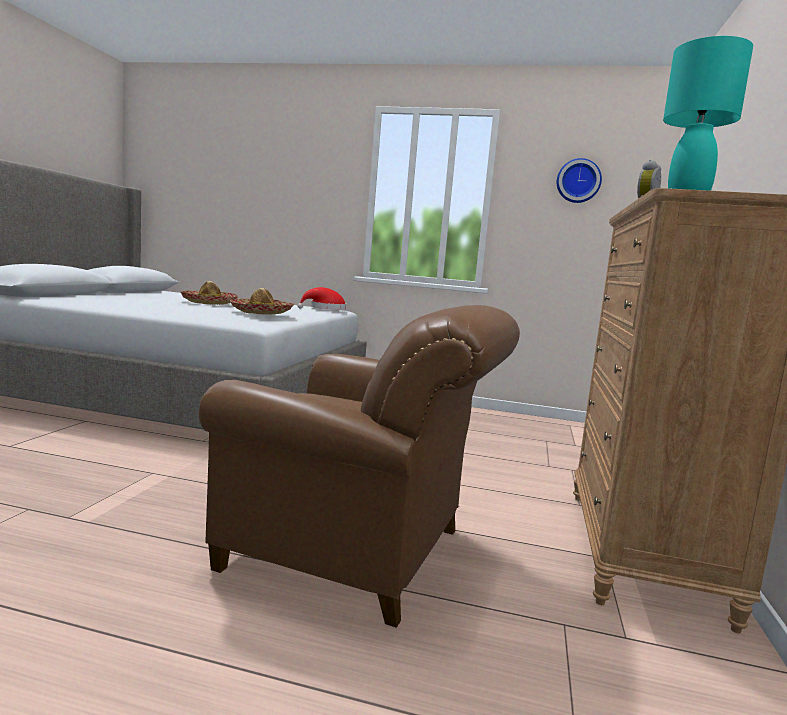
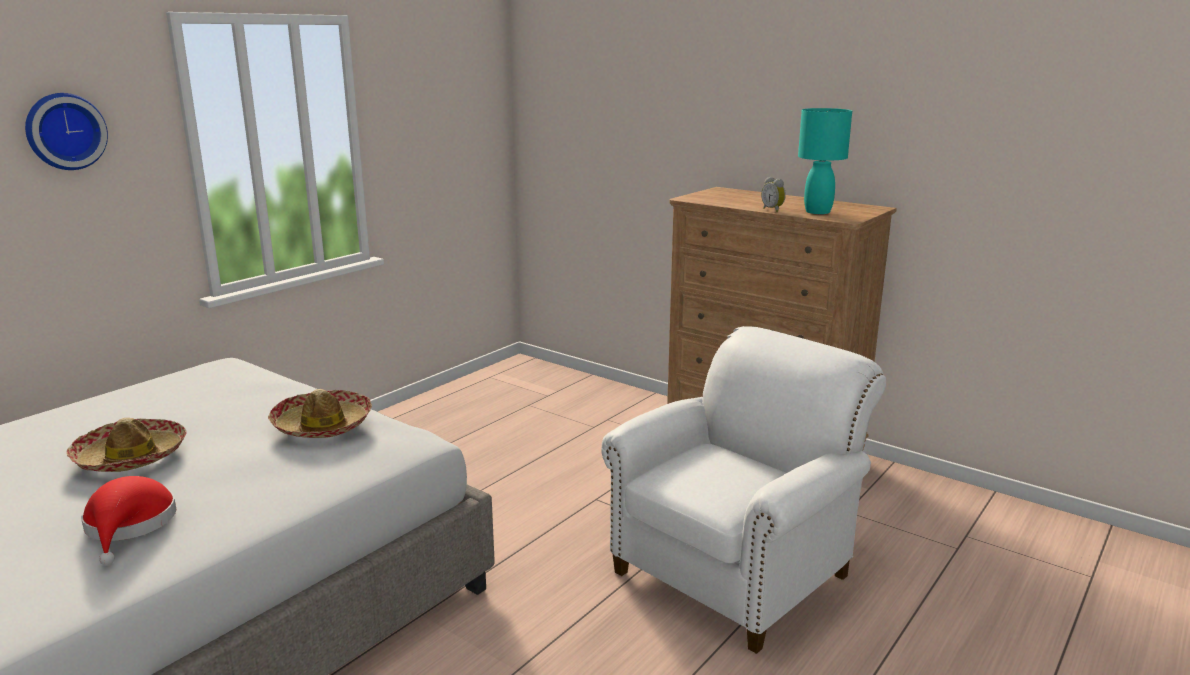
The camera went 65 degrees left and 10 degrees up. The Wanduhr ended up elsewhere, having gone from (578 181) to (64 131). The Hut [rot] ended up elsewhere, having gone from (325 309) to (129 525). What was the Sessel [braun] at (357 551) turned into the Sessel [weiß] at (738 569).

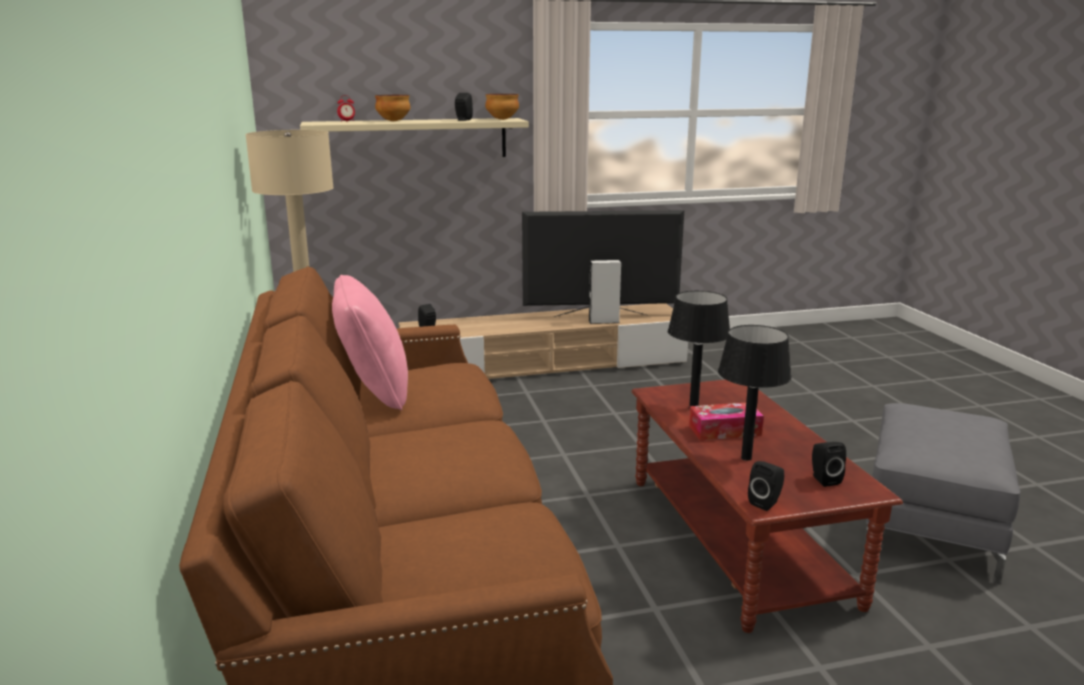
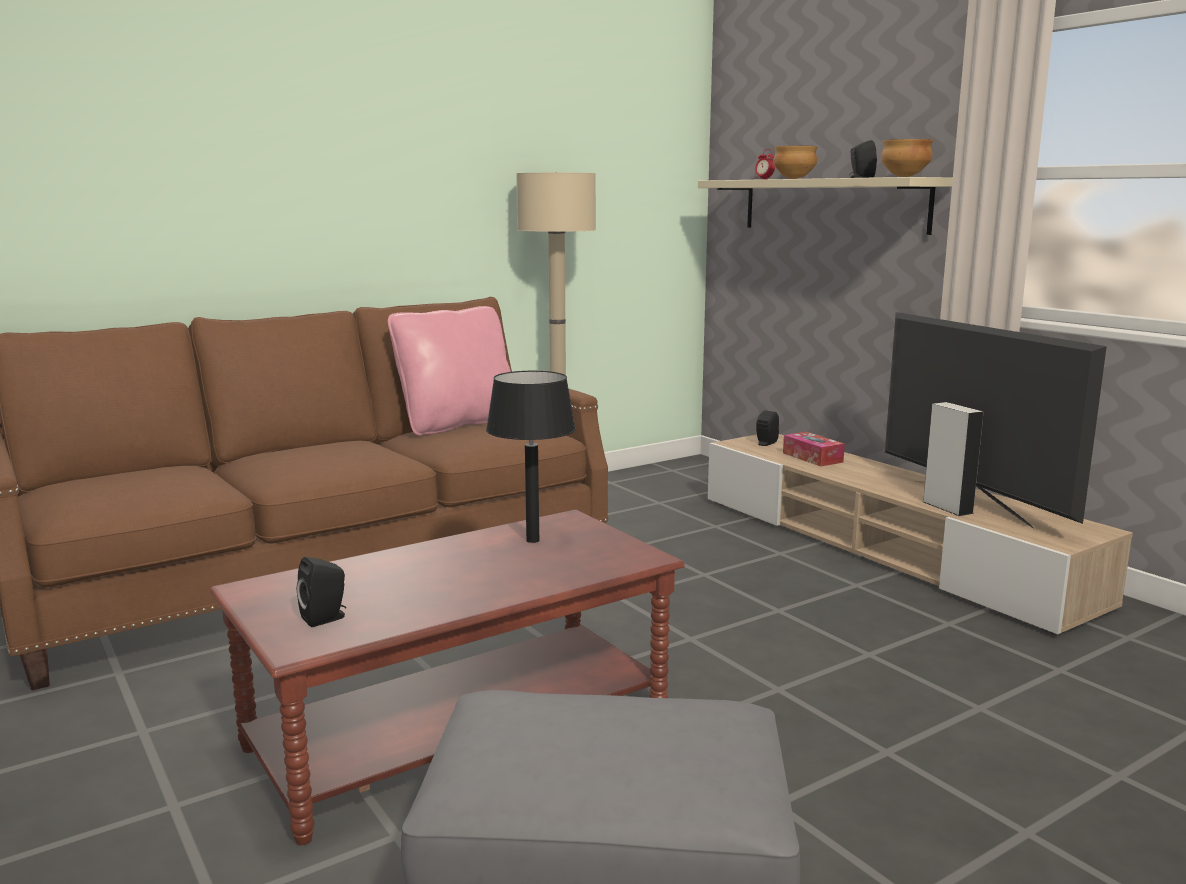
The camera went 70 degrees right and 5 degrees down. The second view lost the Tischlampe [schwarz] at (747 458). The Taschentuchbox ended up elsewhere, having gone from (724 431) to (812 457). The second view lost the Lautsprecher [schwarz] at (766 502).

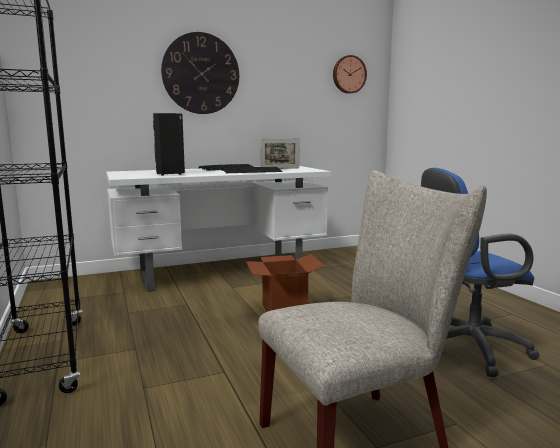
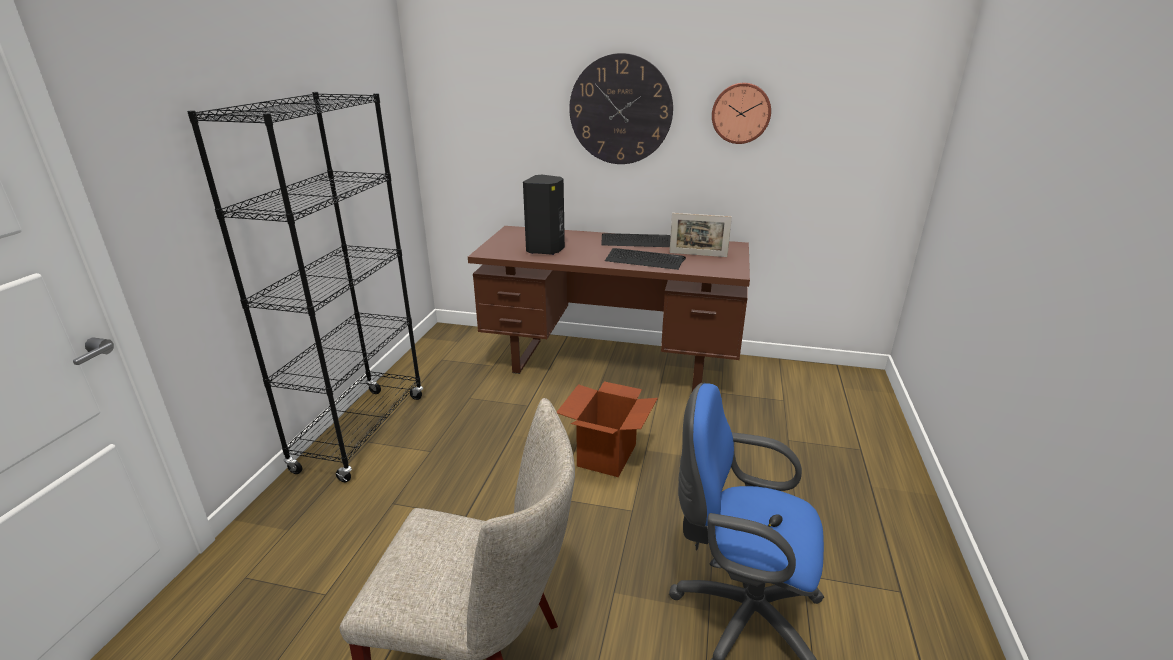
The camera went 35 degrees right and 15 degrees up. The Wanduhr ended up elsewhere, having gone from (348 74) to (741 113). What was the Schreibtisch [weiß] at (222 272) turned into the Schreibtisch [braun] at (611 365).

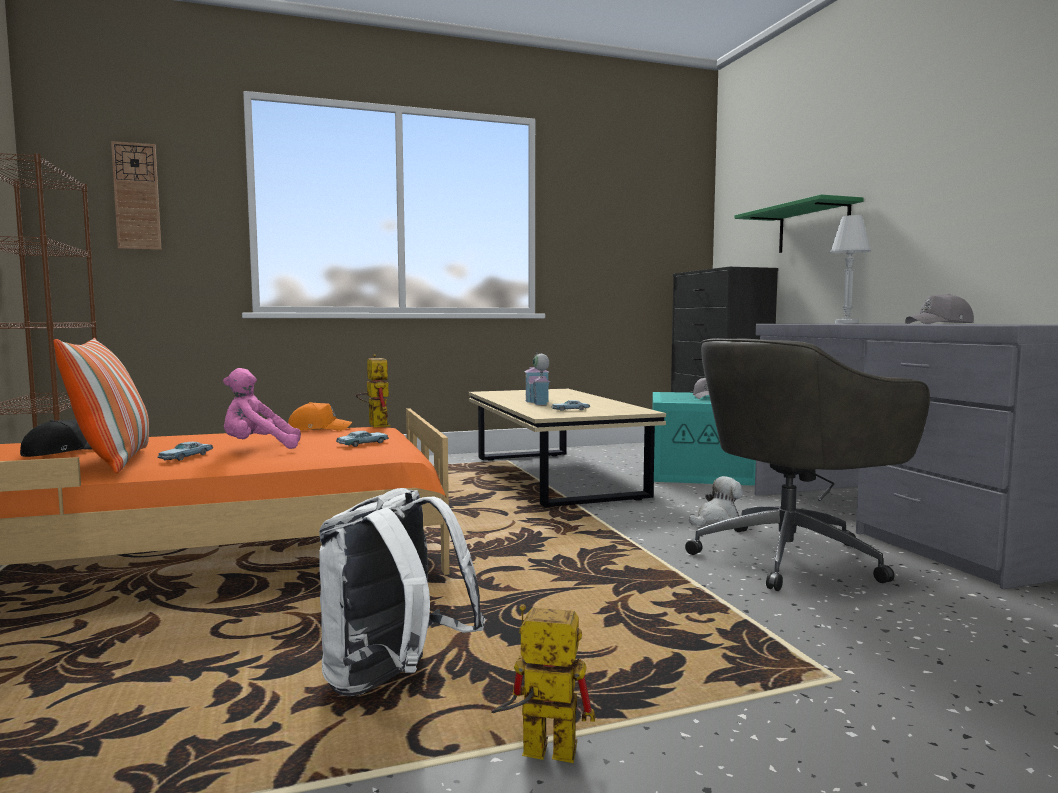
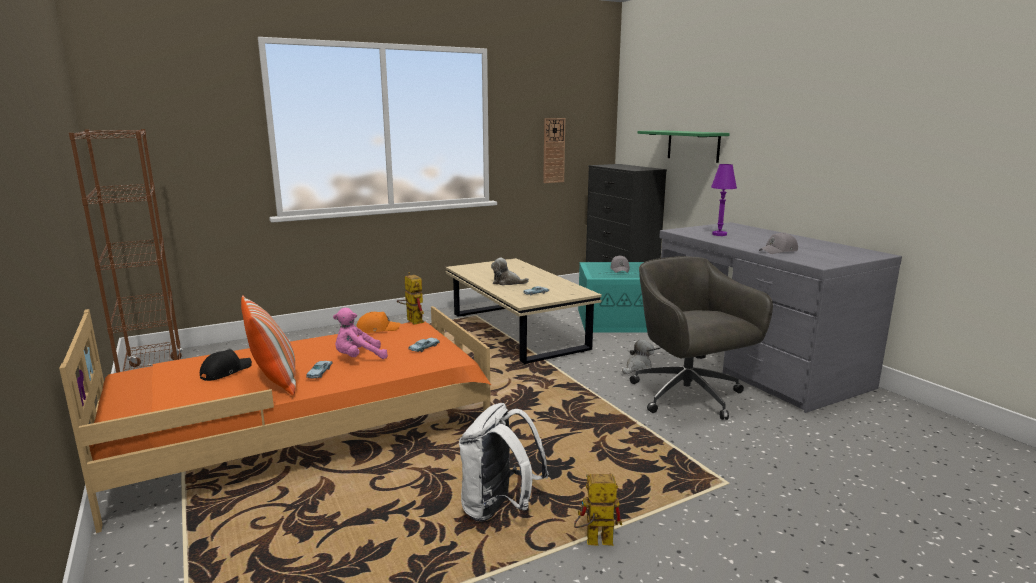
The camera went 10 degrees left and 10 degrees up. The Wanduhr ended up elsewhere, having gone from (137 196) to (553 150). What was the Tischlampe [weiß] at (846 323) turned into the Tischlampe [lila] at (719 234). The Bürostuhl [grau] at (791 557) ended up facing another way, 105 degrees clockwise from before. Where the Spielzeughaus stood at (538 402), the Plüschtier came to stand at (507 282).

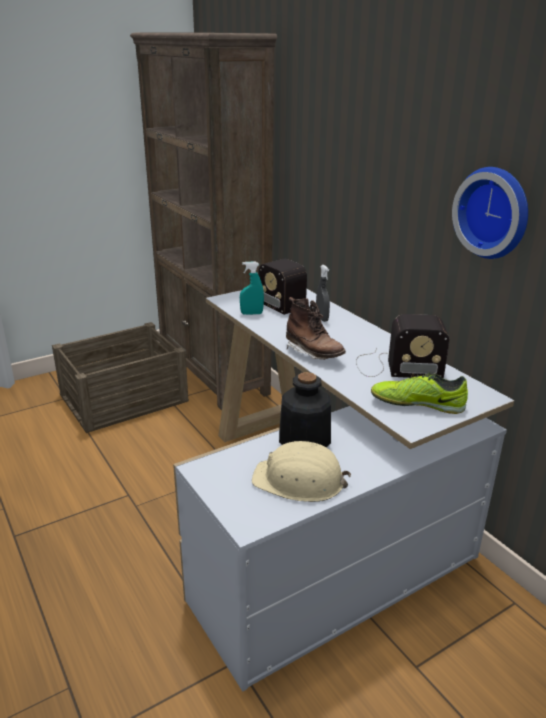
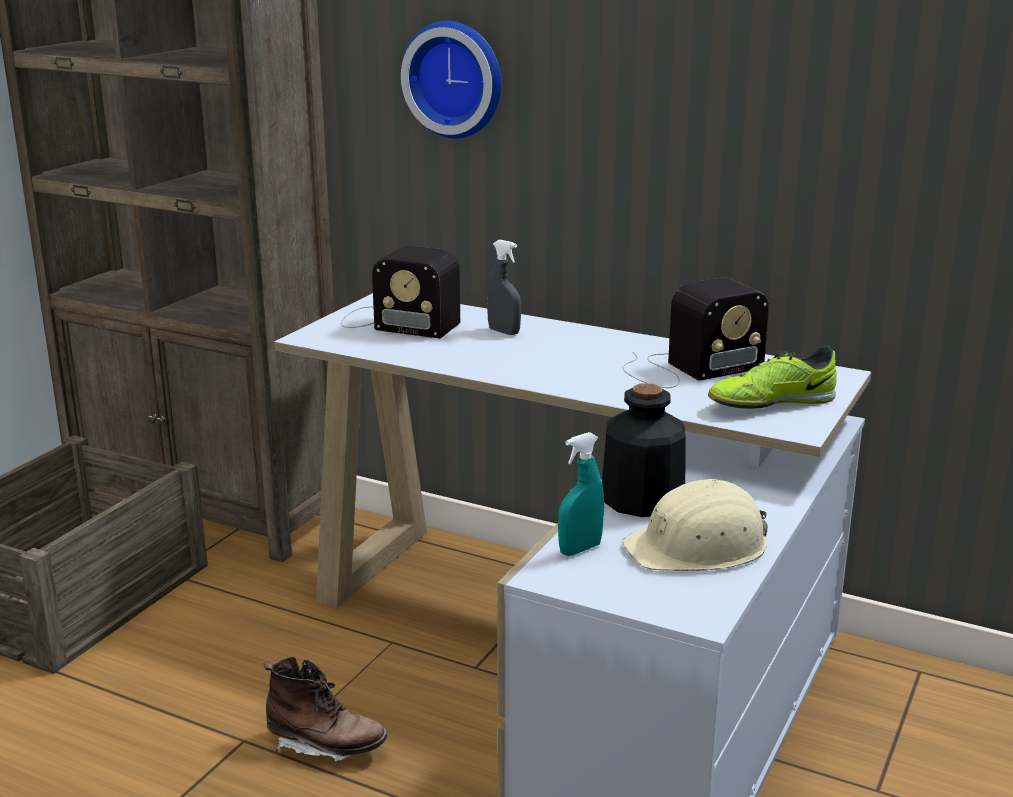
The camera went 30 degrees left and 5 degrees down. The Wanduhr ended up elsewhere, having gone from (494 212) to (456 79). The Sprühflasche [türkis] ended up elsewhere, having gone from (251 313) to (580 549). The Stiefel [braun] ended up elsewhere, having gone from (313 353) to (326 746).

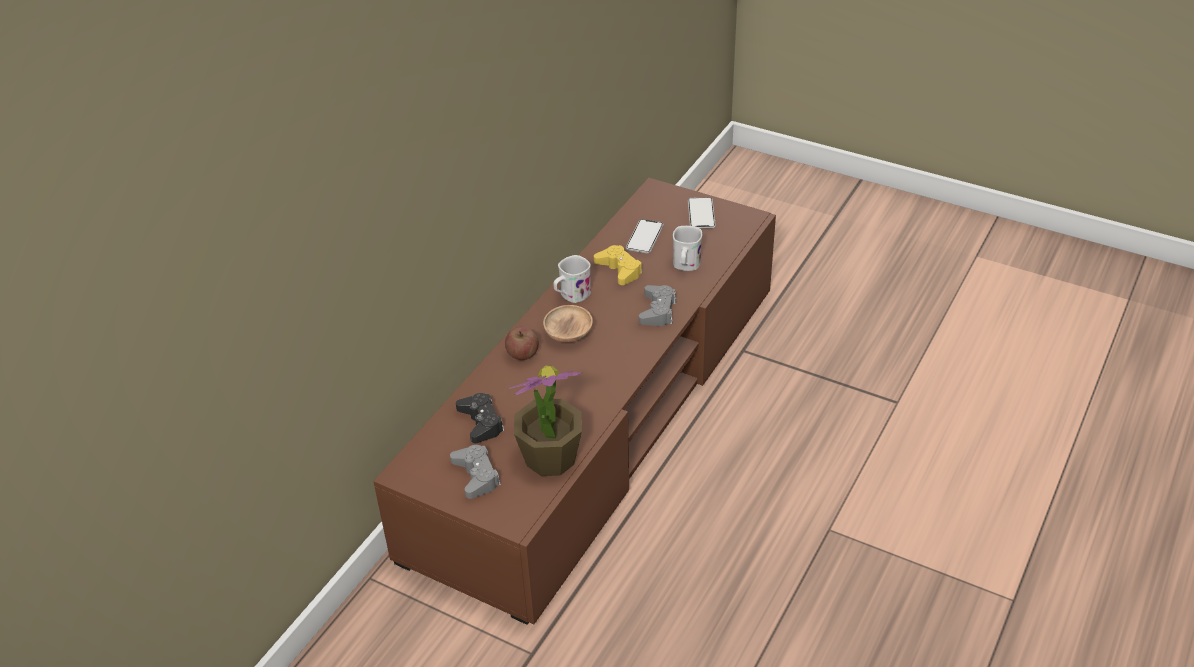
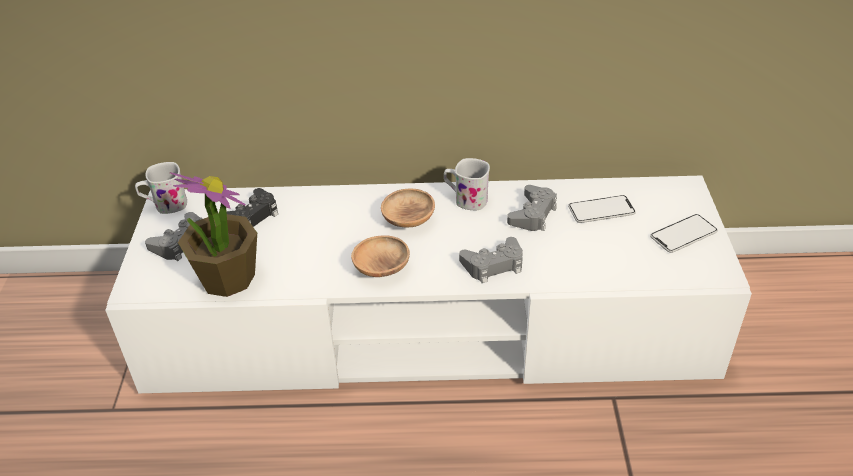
The camera went 60 degrees right and 0 degrees up. What was the Fernsehschrank [braun] at (600 416) turned into the Fernsehschrank [weiß] at (429 327). The Henkelbecher [weiß] ended up elsewhere, having gone from (686 266) to (165 205). What was the Gamepad [gelb] at (619 270) turned into the Gamepad [grau] at (533 214). The second view lost the Apfel at (522 354). The second view gained the Schüssel [braun] at (381 268).

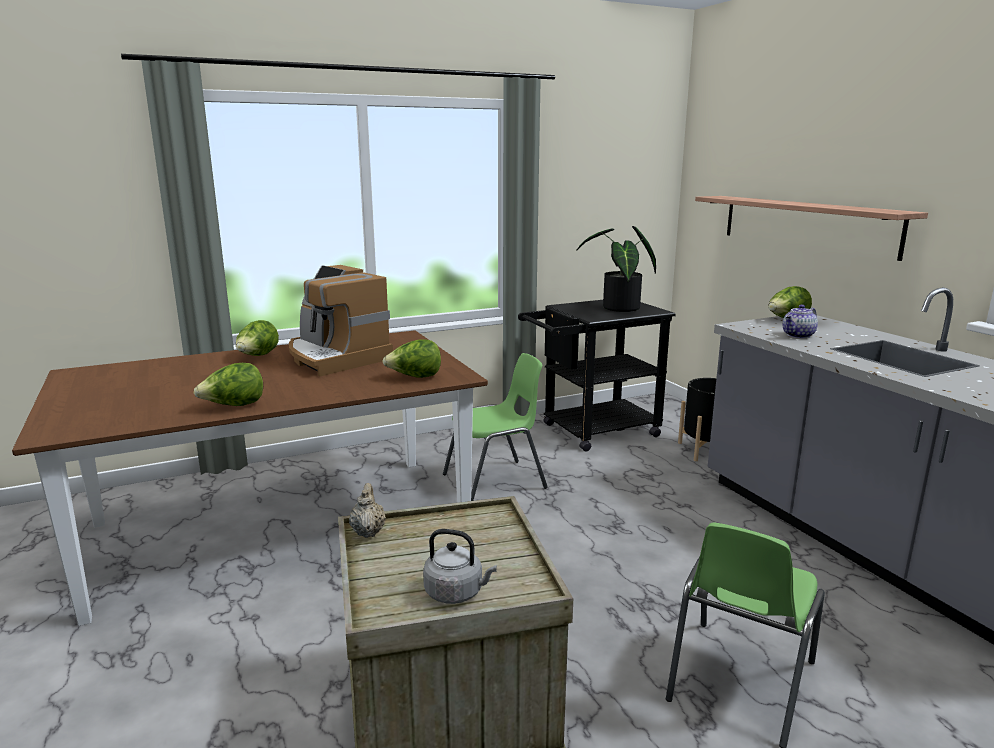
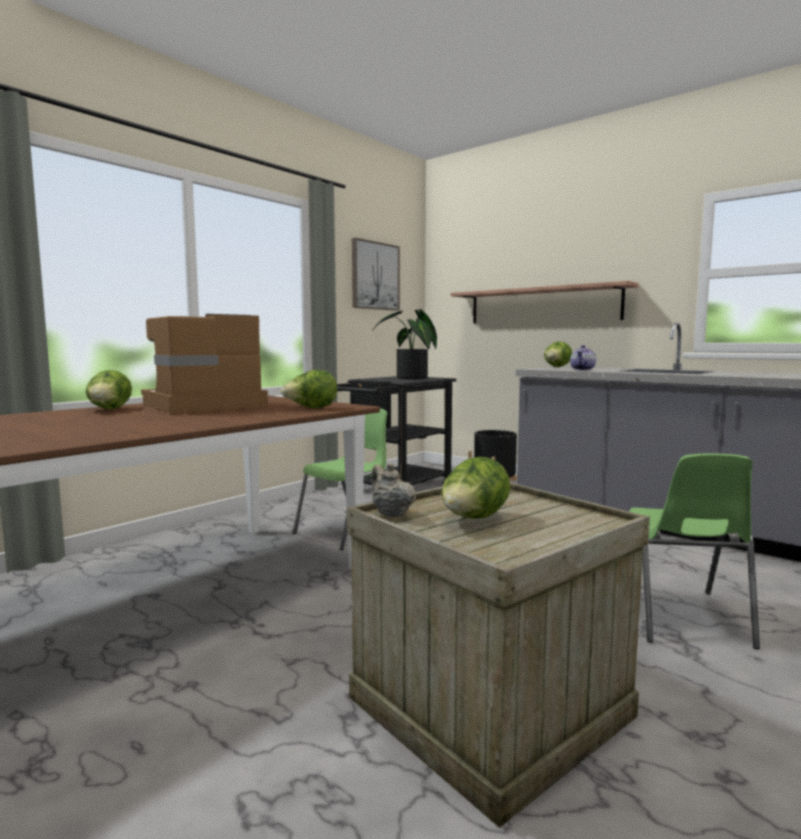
The camera went 25 degrees left and 10 degrees down. The Kaffeemaschine at (335 357) ended up facing another way, 120 degrees clockwise from before. The Salatkopf ended up elsewhere, having gone from (234 406) to (473 520). The second view lost the Wasserkessel [grau] at (457 593). The second view gained the Bild at (375 276).

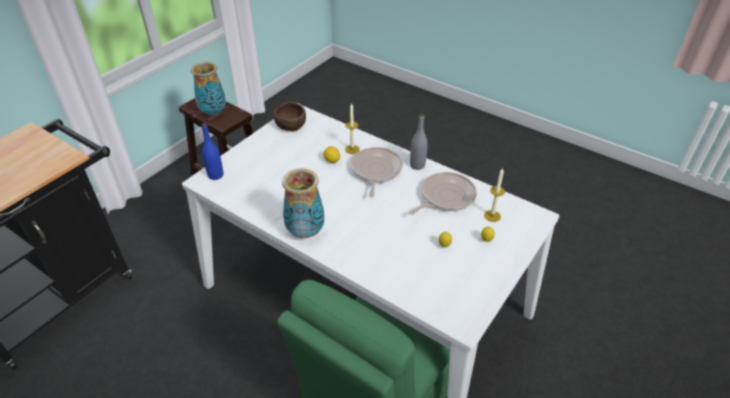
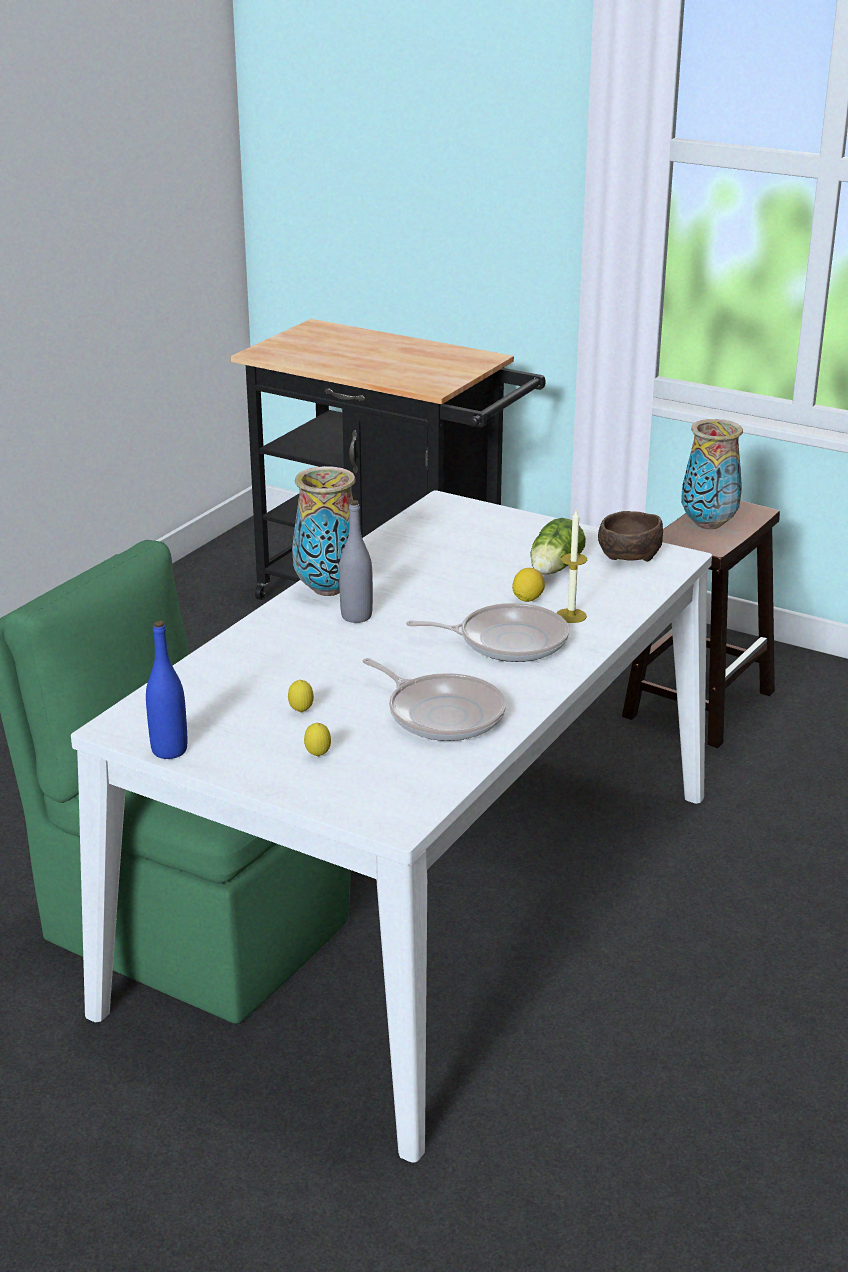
The camera went 85 degrees right and 15 degrees down. The Flasche [grau] ended up elsewhere, having gone from (417 165) to (356 616). The Flasche [blau] ended up elsewhere, having gone from (215 175) to (169 750). The second view lost the Kerze at (492 216). The second view gained the Salatkopf at (553 569).

